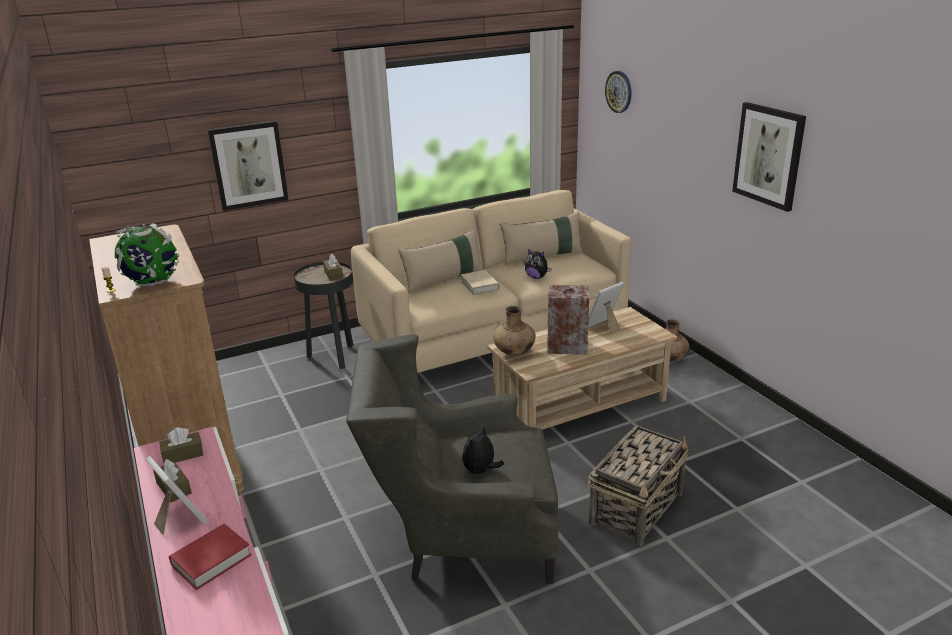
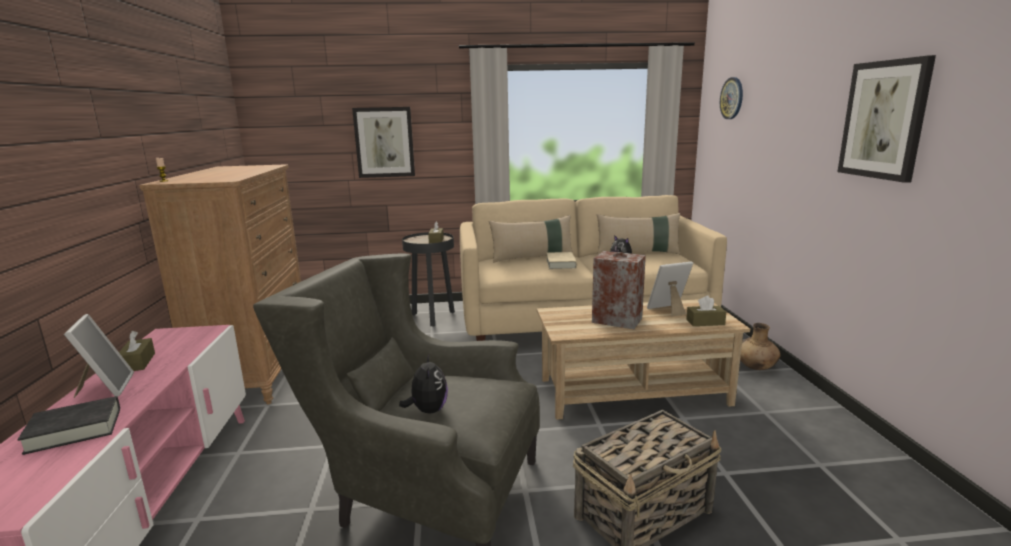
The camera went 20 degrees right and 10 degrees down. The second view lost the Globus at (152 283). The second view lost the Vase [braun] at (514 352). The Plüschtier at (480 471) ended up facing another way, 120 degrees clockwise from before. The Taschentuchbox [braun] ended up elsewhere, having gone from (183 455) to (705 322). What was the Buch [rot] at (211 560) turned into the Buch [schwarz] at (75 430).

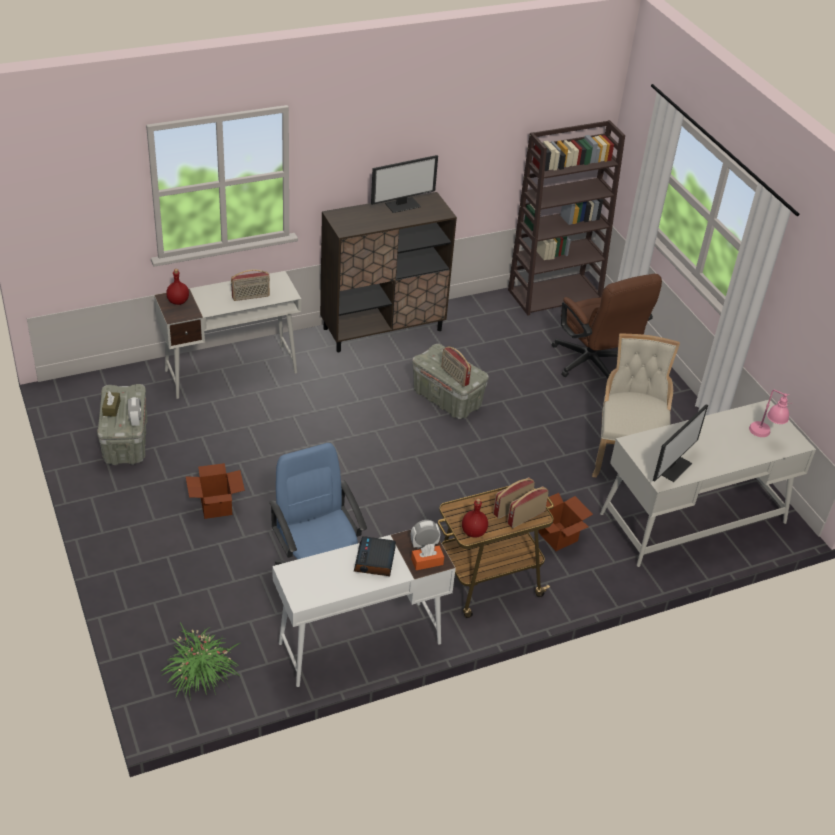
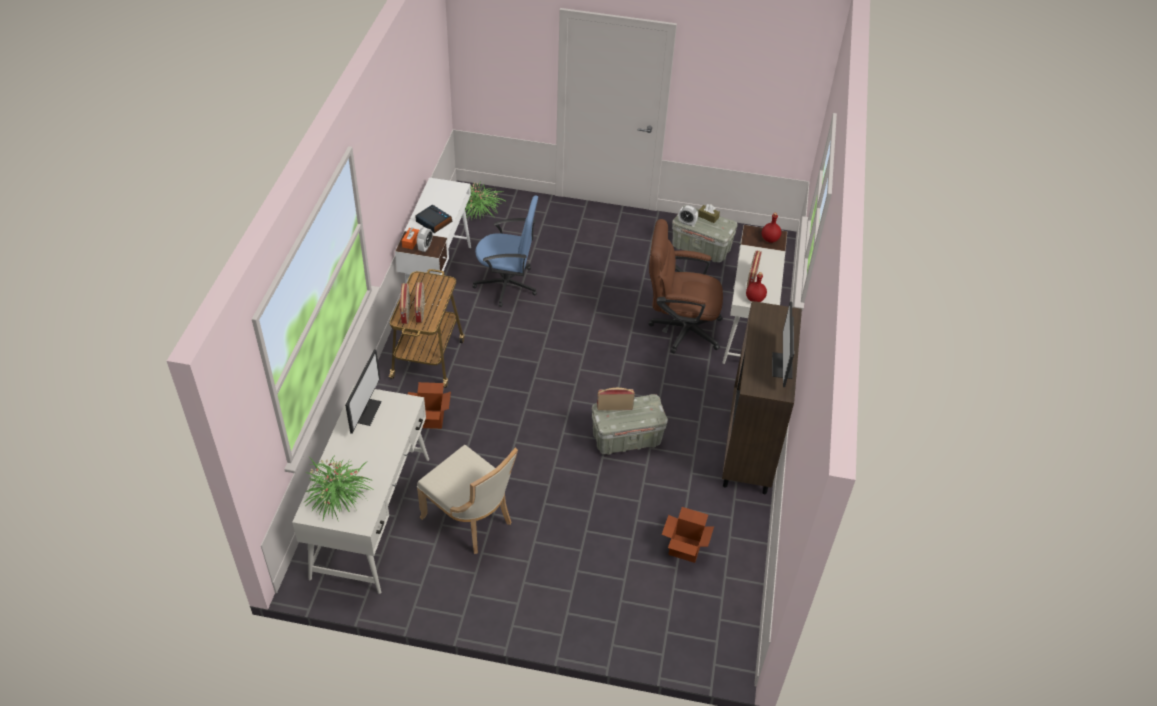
The camera went 125 degrees right and 5 degrees up. The second view lost the Bücherregal [braun] at (555 294). The Bürostuhl [braun] ended up elsewhere, having gone from (593 366) to (679 328). Where the Tischlampe [rosa] stood at (764 436), the Topfpflanze came to stand at (337 496). The Monitor at (673 467) ended up facing another way, 150 degrees counterclockwise from before. The Karton ended up elsewhere, having gone from (216 506) to (685 548). The Flasche [rot] ended up elsewhere, having gone from (474 532) to (755 299).

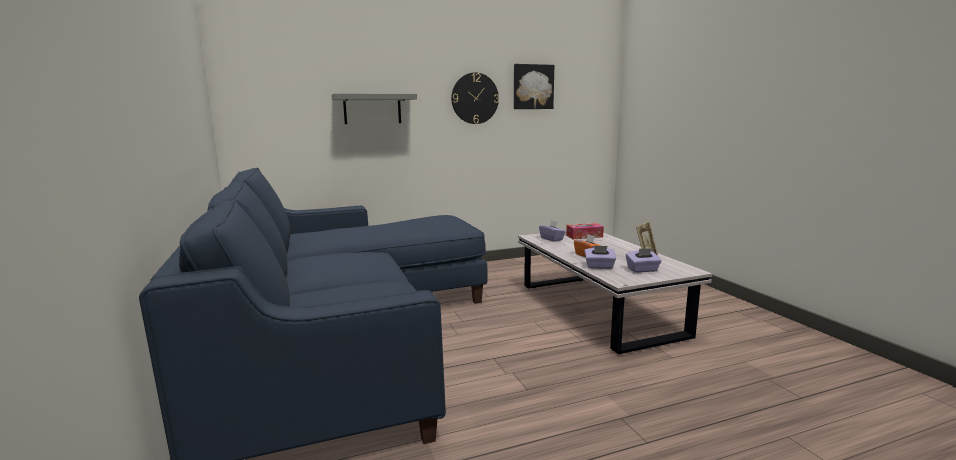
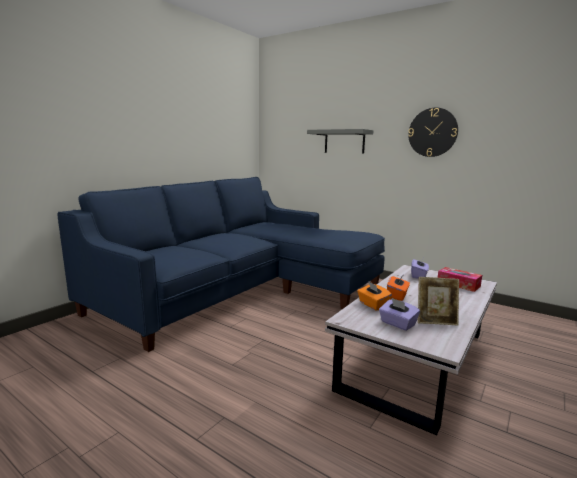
The camera went 55 degrees right and 0 degrees up. The second view lost the Bild at (532 87). What was the Taschentuchbox [lila] at (599 266) turned into the Taschentuchbox [orange] at (373 305).

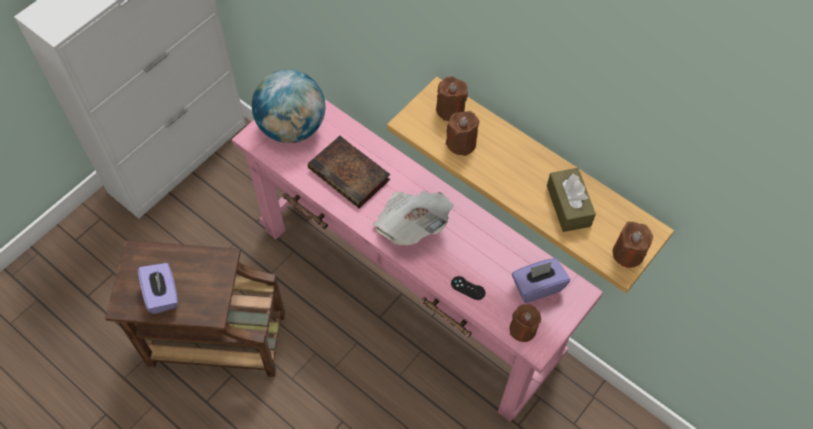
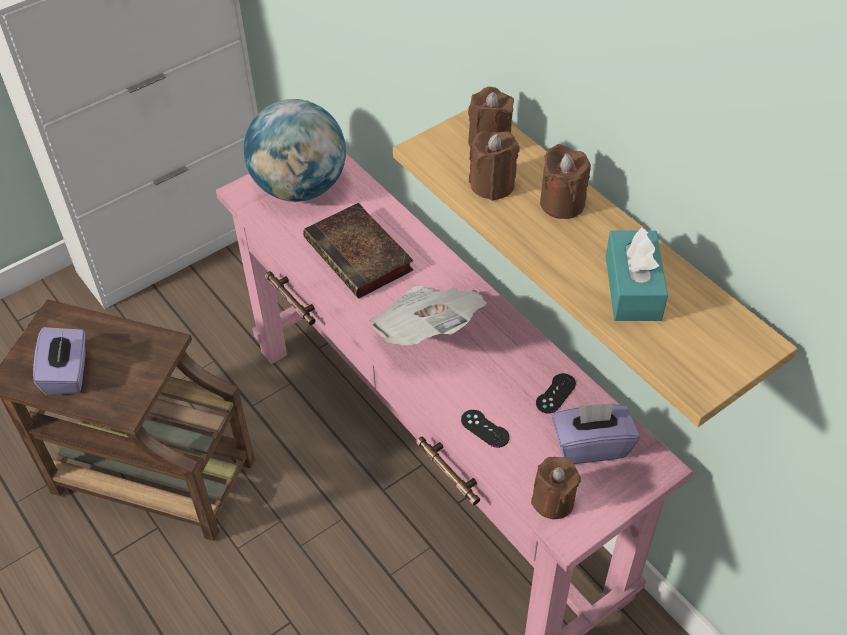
The camera went 15 degrees right and 10 degrees down. What was the Taschentuchbox [braun] at (568 206) turned into the Taschentuchbox [türkis] at (633 288). The Kerze [braun] ended up elsewhere, having gone from (628 253) to (562 203). The second view gained the Gamepad [schwarz] at (555 393).

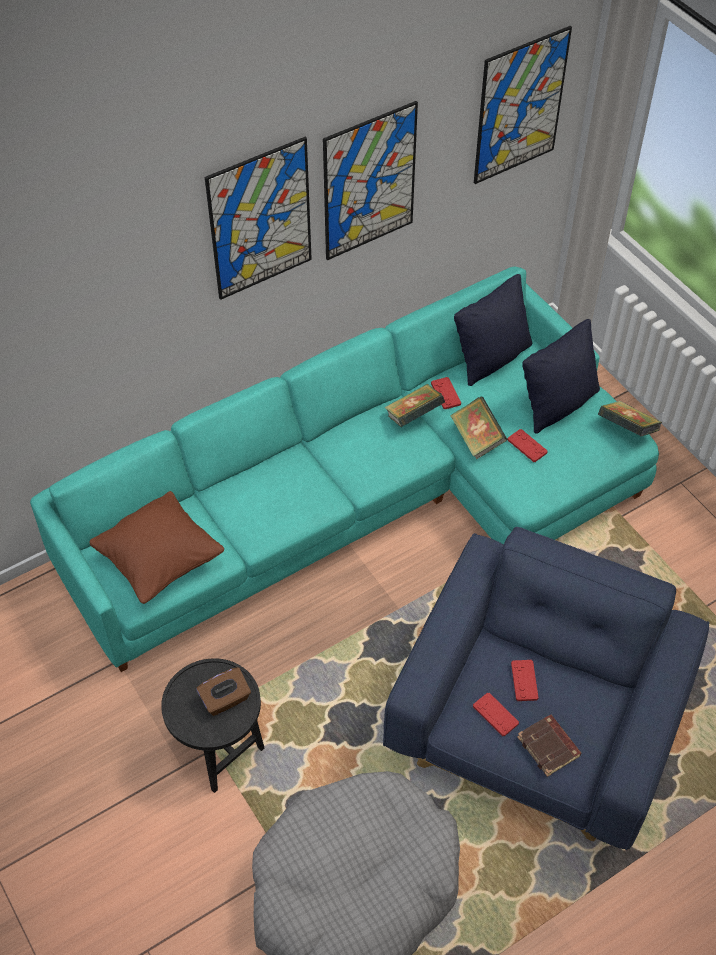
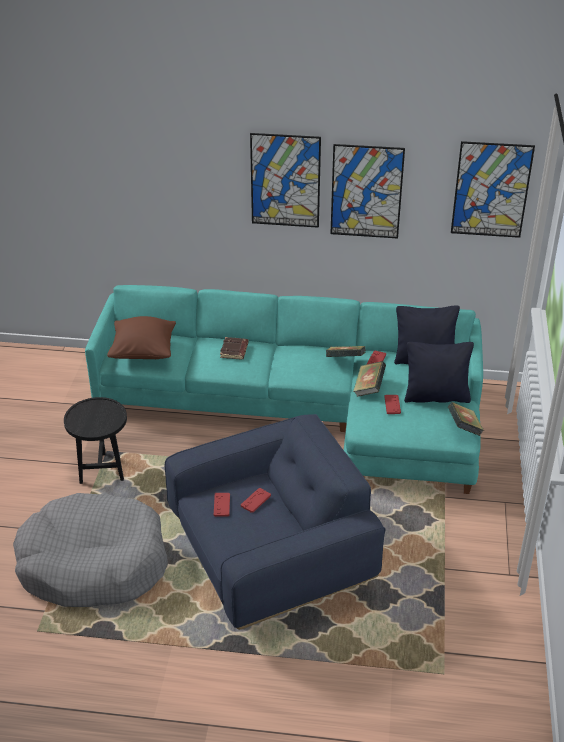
The camera went 40 degrees right and 15 degrees down. The second view lost the Taschentuchbox [braun] at (225 700). The Buch [braun] ended up elsewhere, having gone from (549 747) to (234 351).

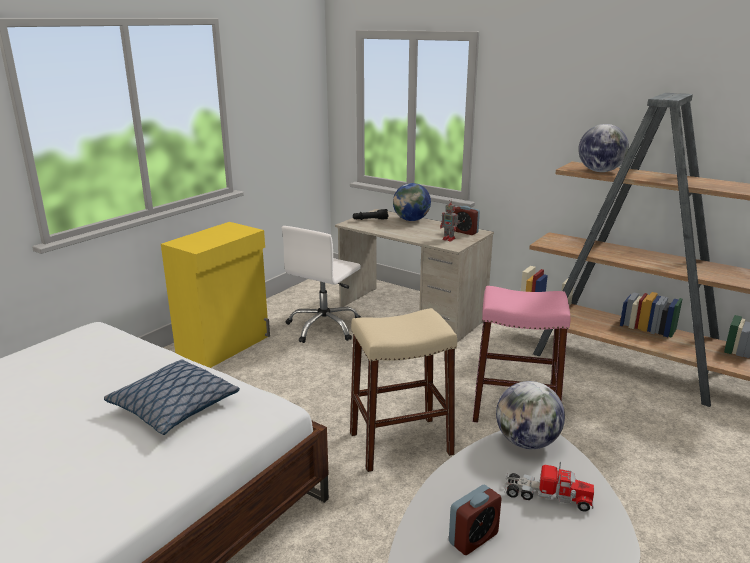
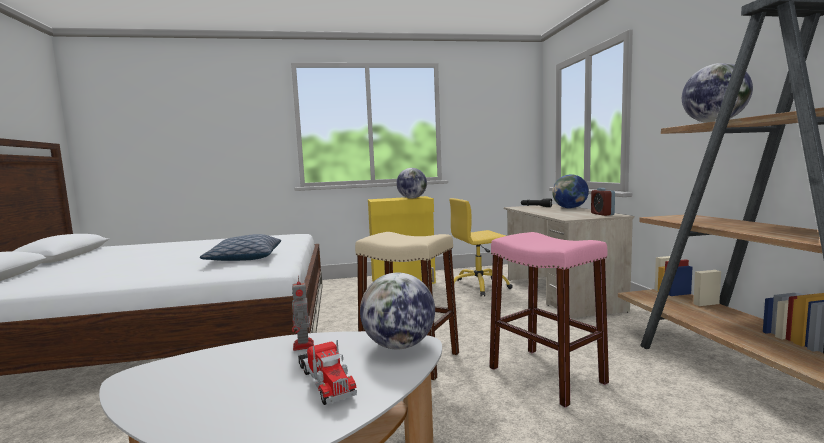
The camera went 45 degrees right and 15 degrees down. The Spielzeugroboter ended up elsewhere, having gone from (449 239) to (303 346). What was the Bürostuhl [weiß] at (324 327) turned into the Bürostuhl [gelb] at (478 286). The second view lost the Wecker at (473 538). The second view gained the Globus at (412 198).

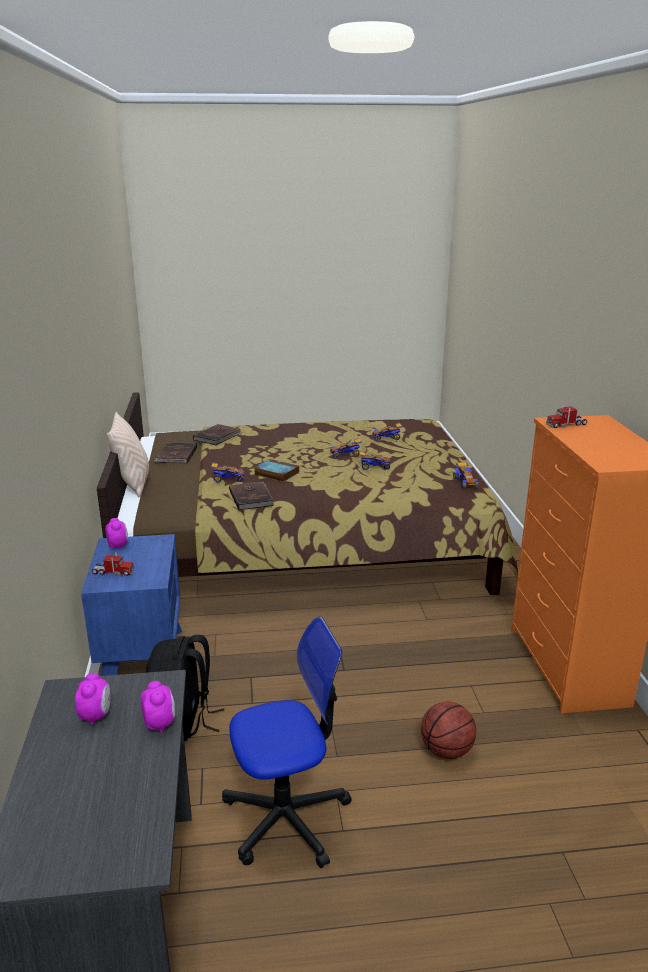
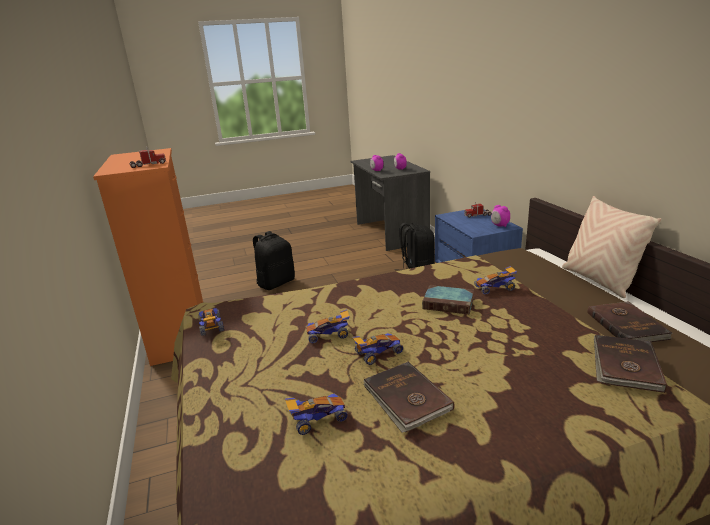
The camera went 170 degrees right and 0 degrees up. The Buch [braun] ended up elsewhere, having gone from (251 498) to (406 399). The second view lost the Bürostuhl at (286 817). Where the Basketball stood at (446 750), the Rucksack [schwarz] came to stand at (276 283).

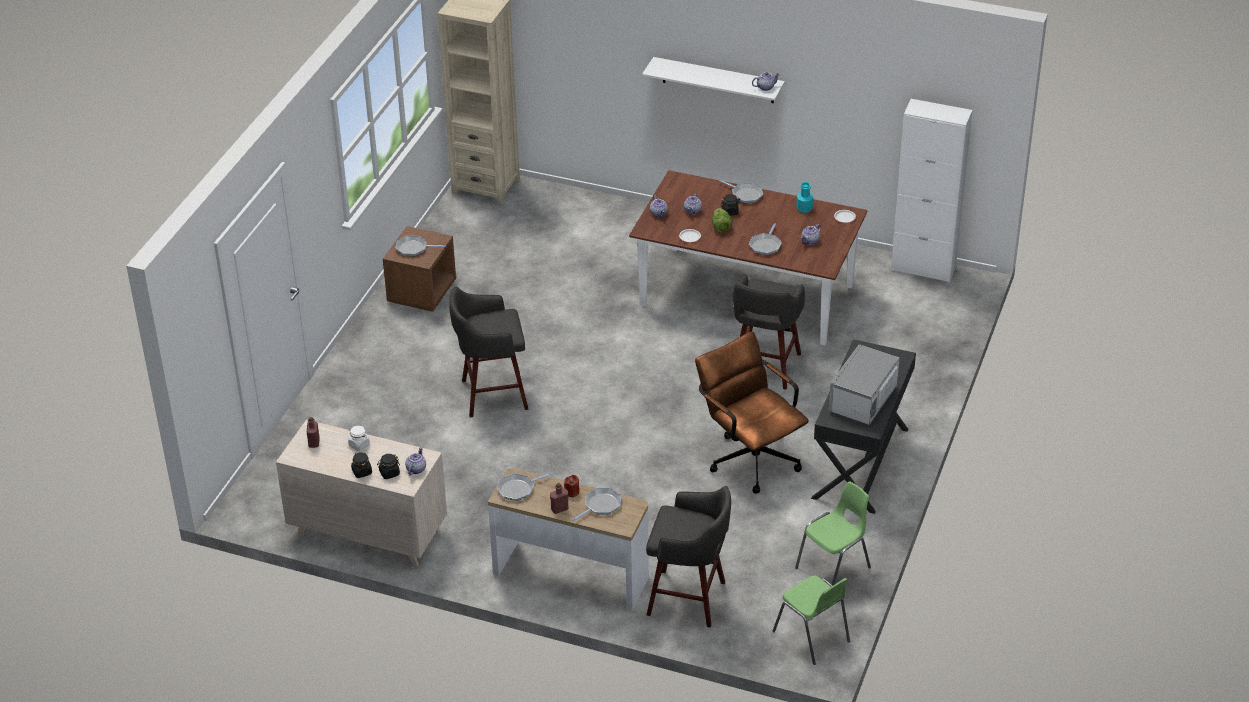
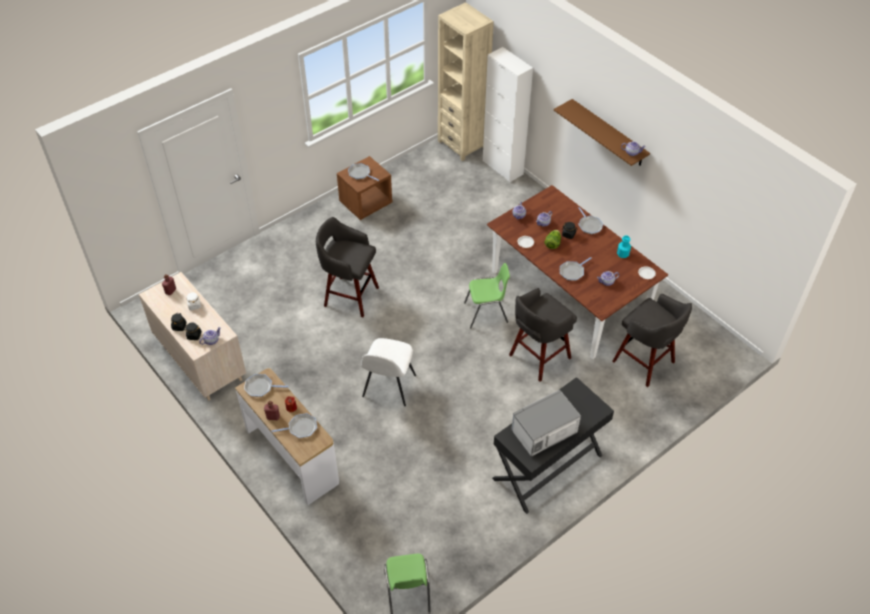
The camera went 30 degrees right and 10 degrees up. What was the Wandregal [weiß] at (718 80) turned into the Wandregal [braun] at (608 133). The Schrank [weiß] ended up elsewhere, having gone from (923 268) to (502 167). The second view lost the Bürostuhl [braun] at (749 456). The Stuhl [grün] ended up elsewhere, having gone from (834 568) to (486 313). The Hocker [grau] ended up elsewhere, having gone from (689 599) to (645 363). The second view gained the Stuhl [weiß] at (388 387).

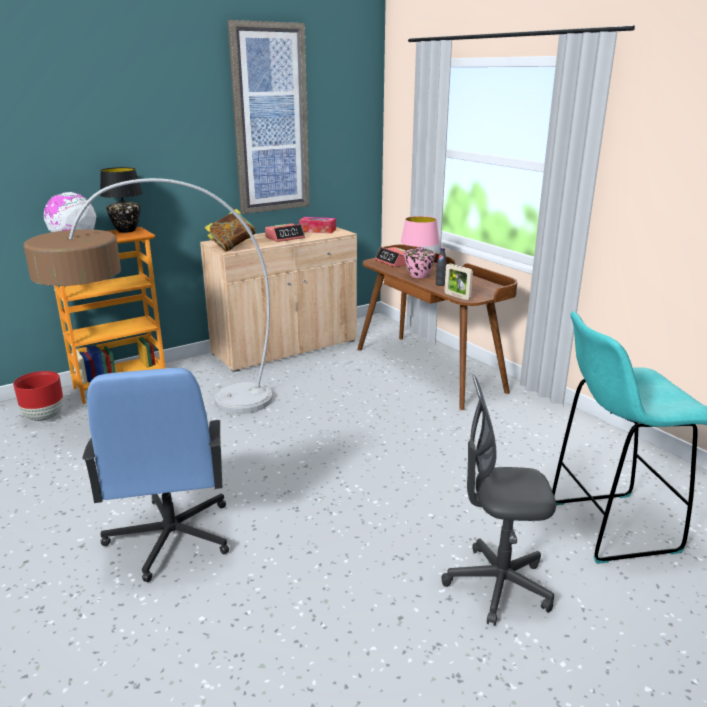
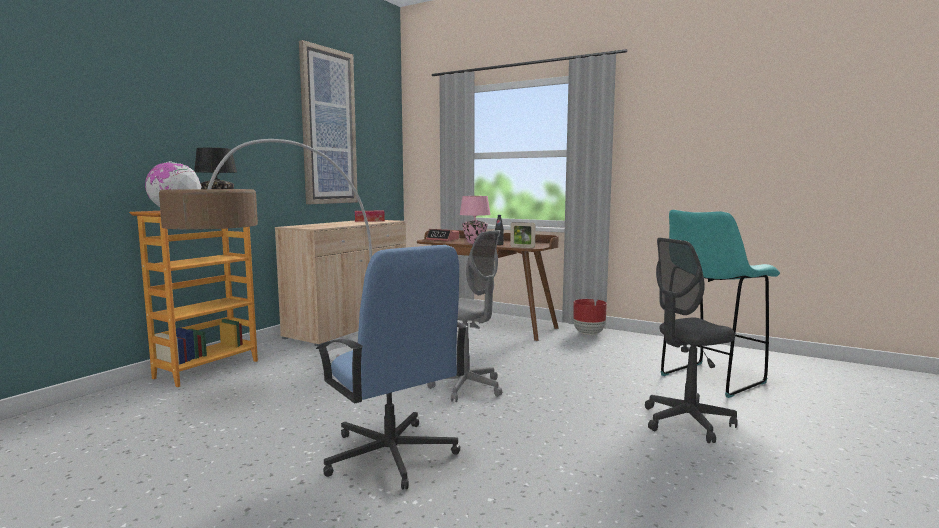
The camera went 25 degrees left and 15 degrees down. The second view lost the Buch at (232 247). The second view lost the Wecker at (285 238). The Pflanzkübel [rot] ended up elsewhere, having gone from (44 417) to (588 334). The second view gained the Bürostuhl [grau] at (466 387).

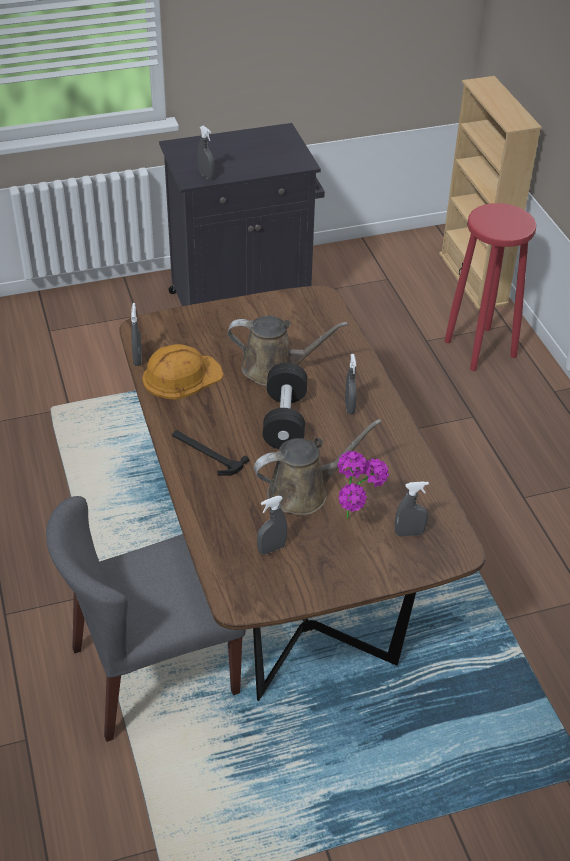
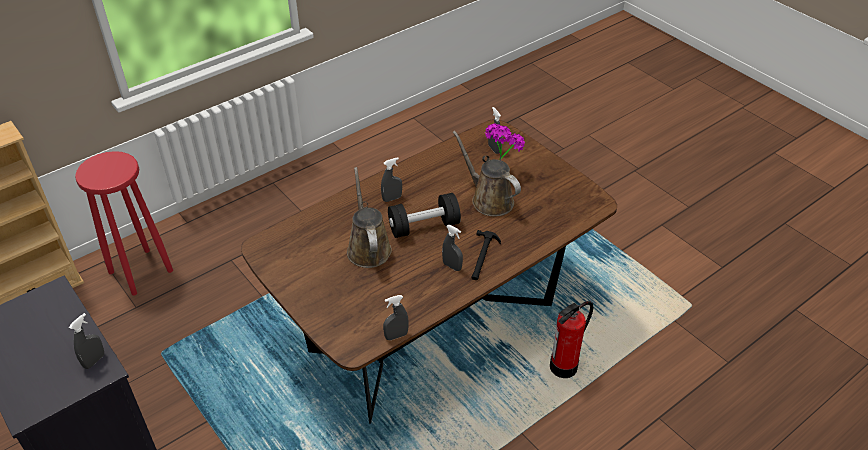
The camera went 110 degrees left and 0 degrees up. The second view lost the Schutzhelm [orange] at (181 376). Where the Stuhl [grau] stood at (153 672), the Feuerlöscher came to stand at (563 367). The Sprühflasche [grau] ended up elsewhere, having gone from (271 549) to (452 266).

